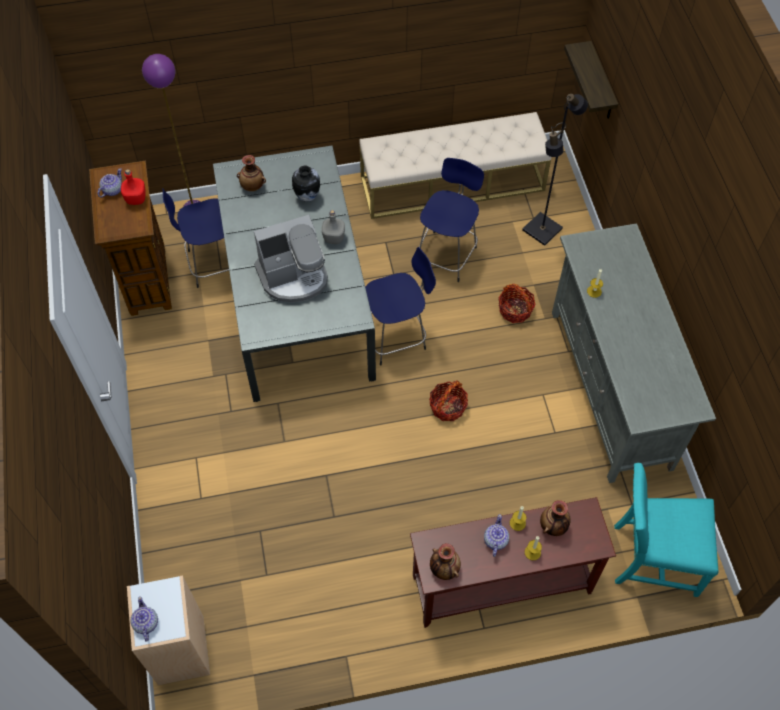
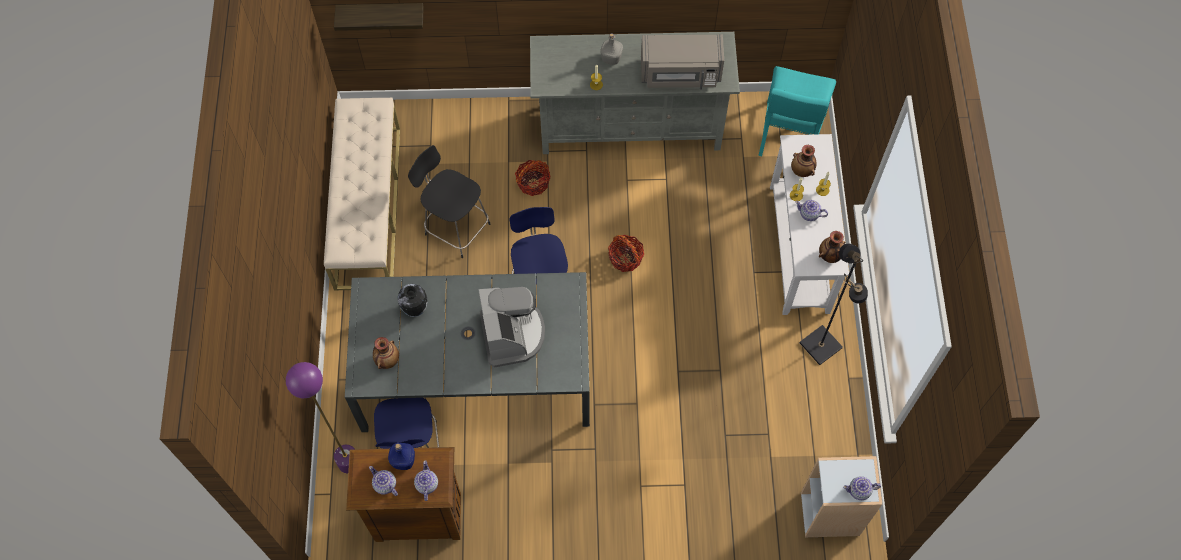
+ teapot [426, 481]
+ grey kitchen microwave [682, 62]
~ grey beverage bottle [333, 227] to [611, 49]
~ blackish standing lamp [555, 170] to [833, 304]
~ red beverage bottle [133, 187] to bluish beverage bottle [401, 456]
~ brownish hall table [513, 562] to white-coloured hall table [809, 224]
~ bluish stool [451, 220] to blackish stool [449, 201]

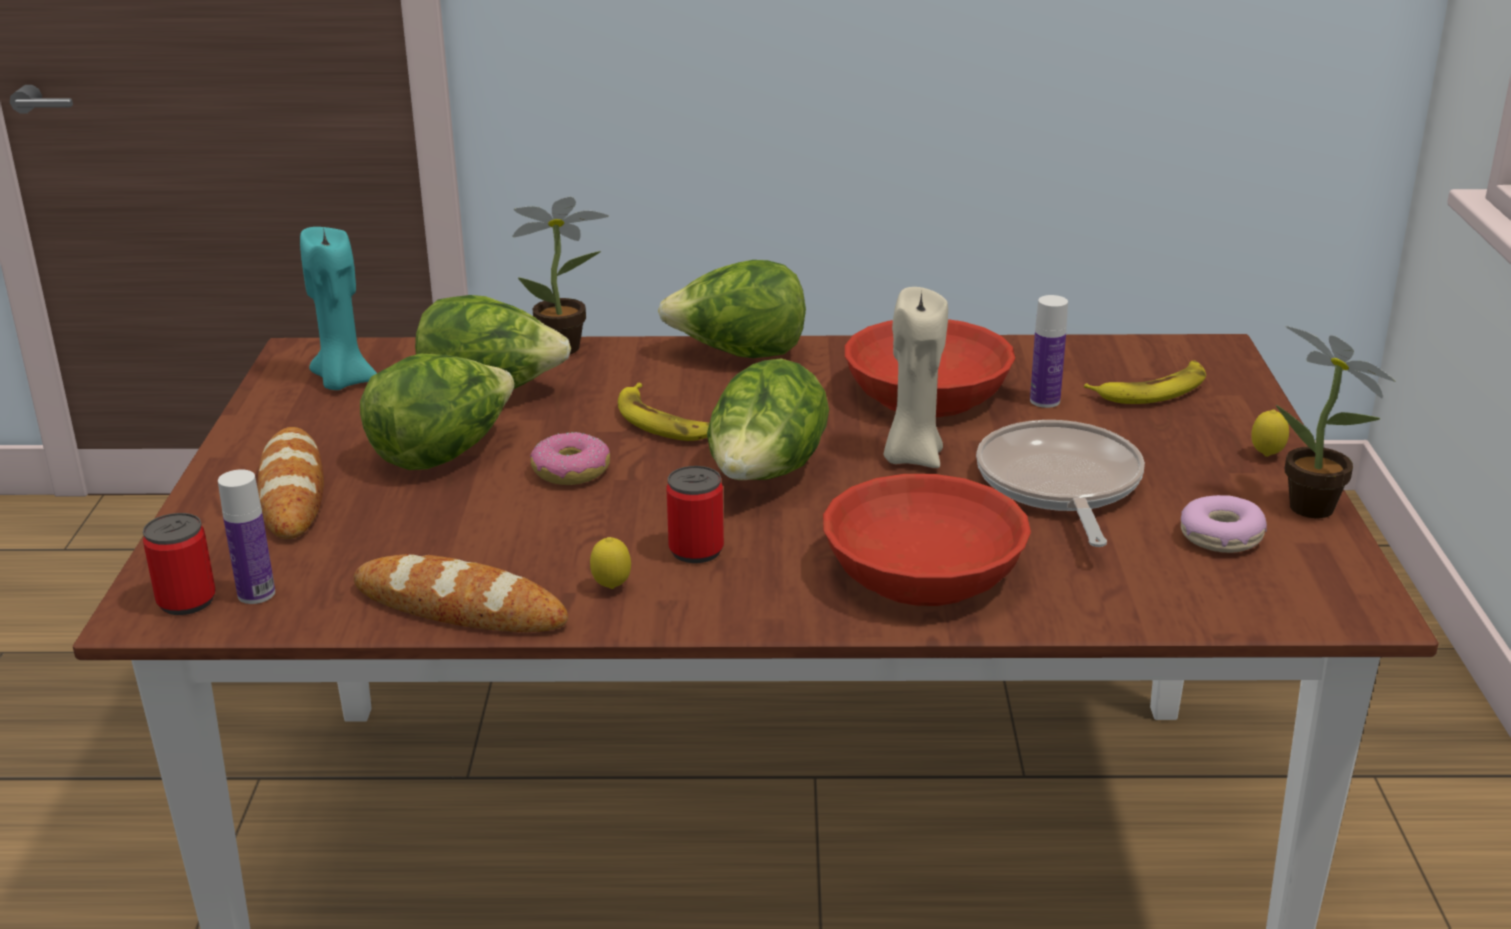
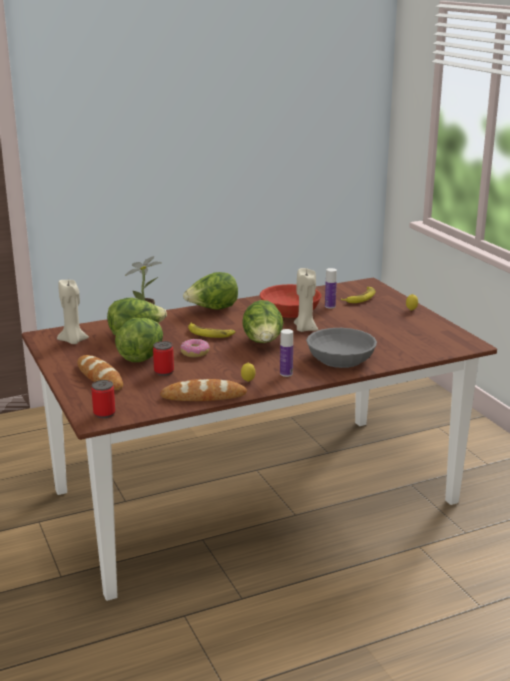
- skillet [1060, 483]
- ring doughnut [1224, 524]
- plant in a pot [1335, 422]
~ beverage bottle [246, 536] to [286, 353]
~ sealed can [695, 514] to [163, 358]
~ blue-green candle [338, 308] to sand-coloured candle [73, 312]
~ red serving bowl [927, 540] to grey serving bowl [341, 348]

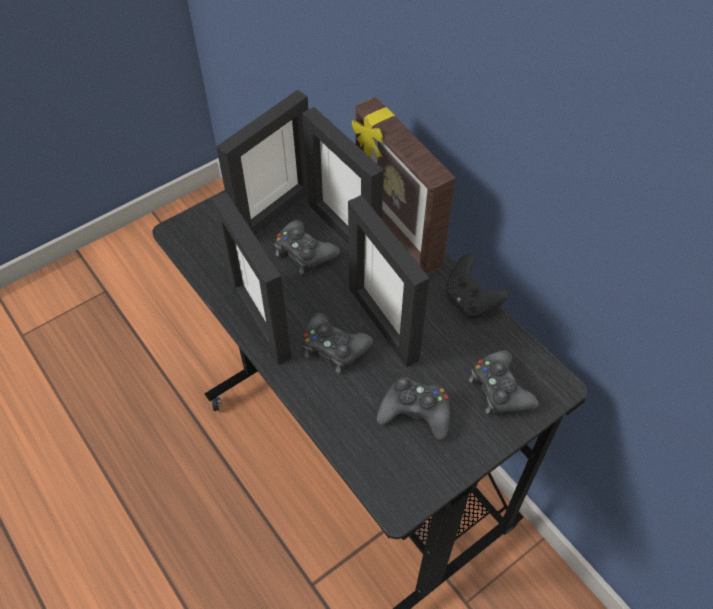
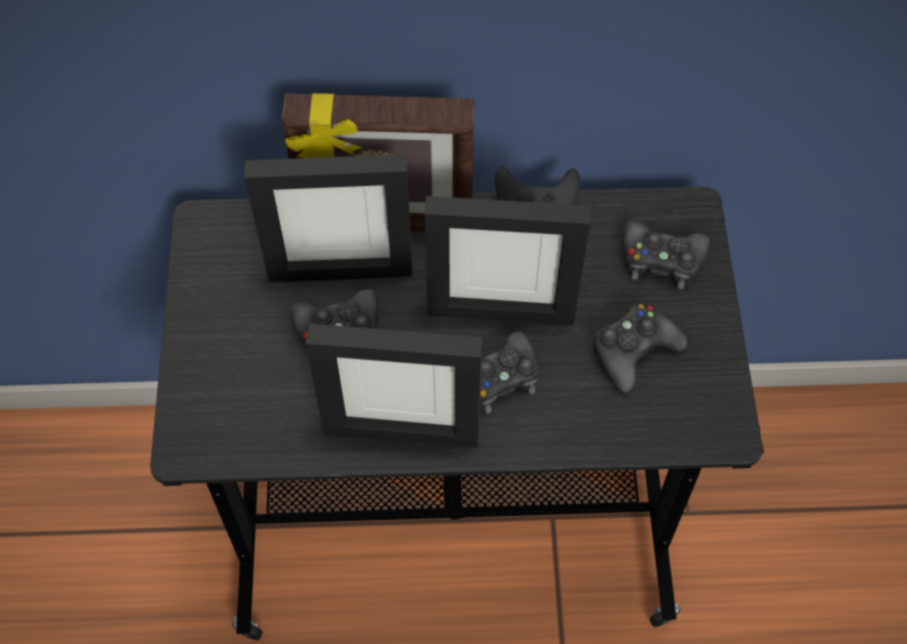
- picture frame [262, 162]

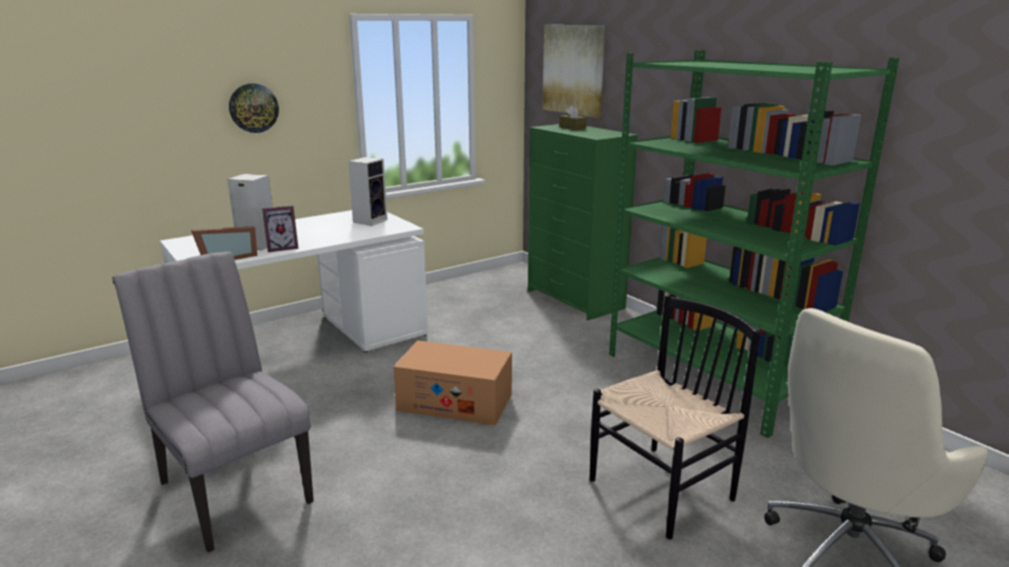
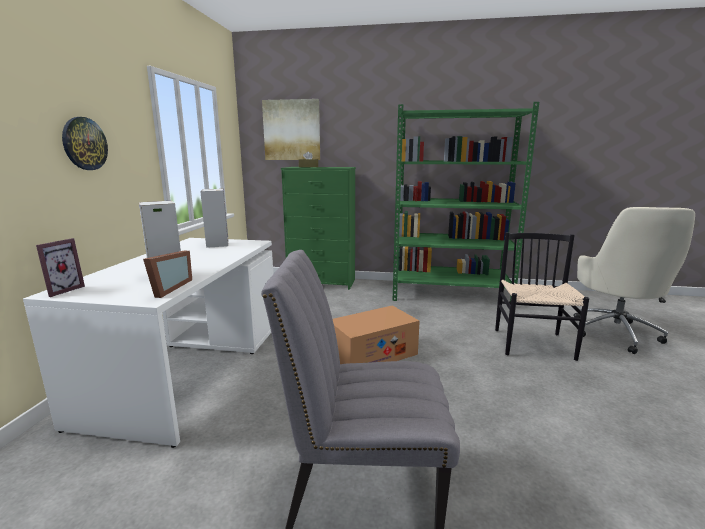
~ picture frame [280, 229] to [60, 267]

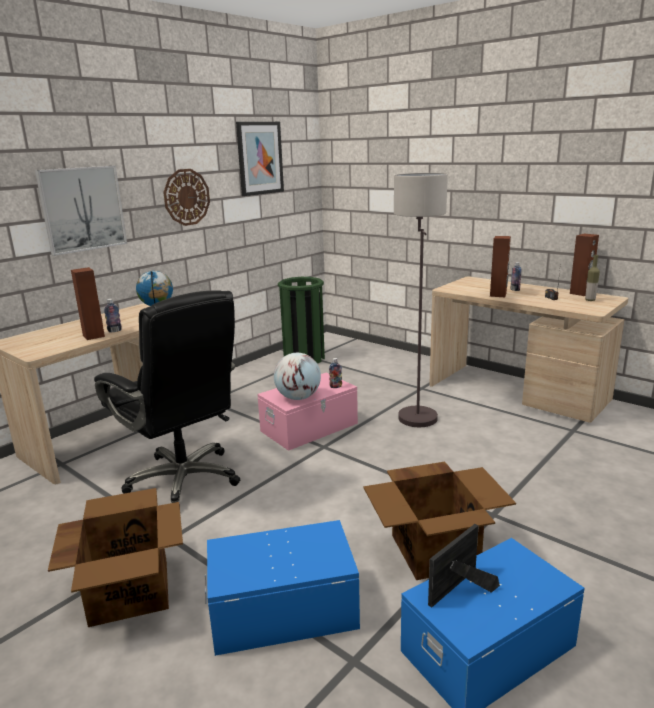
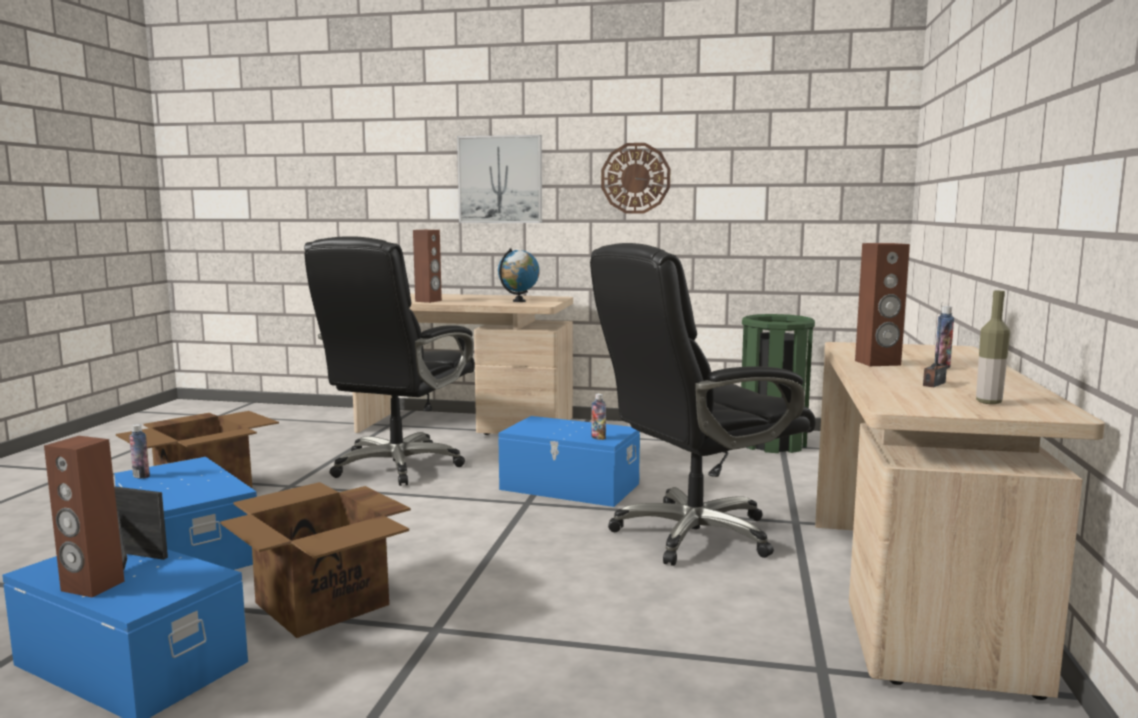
- wall picture [260, 159]
- world globe [297, 376]
~ beverage bottle [113, 315] to [139, 451]
~ brownish audio speaker [584, 265] to [84, 517]
~ grey standing lamp [421, 300] to blackish computer chair [703, 404]
~ pink-coloured storage bin [307, 411] to bluish storage bin [569, 461]

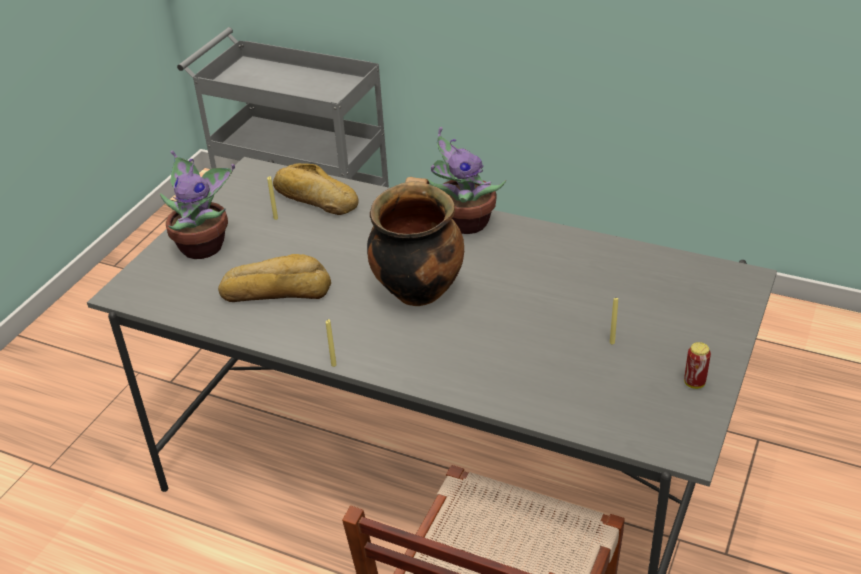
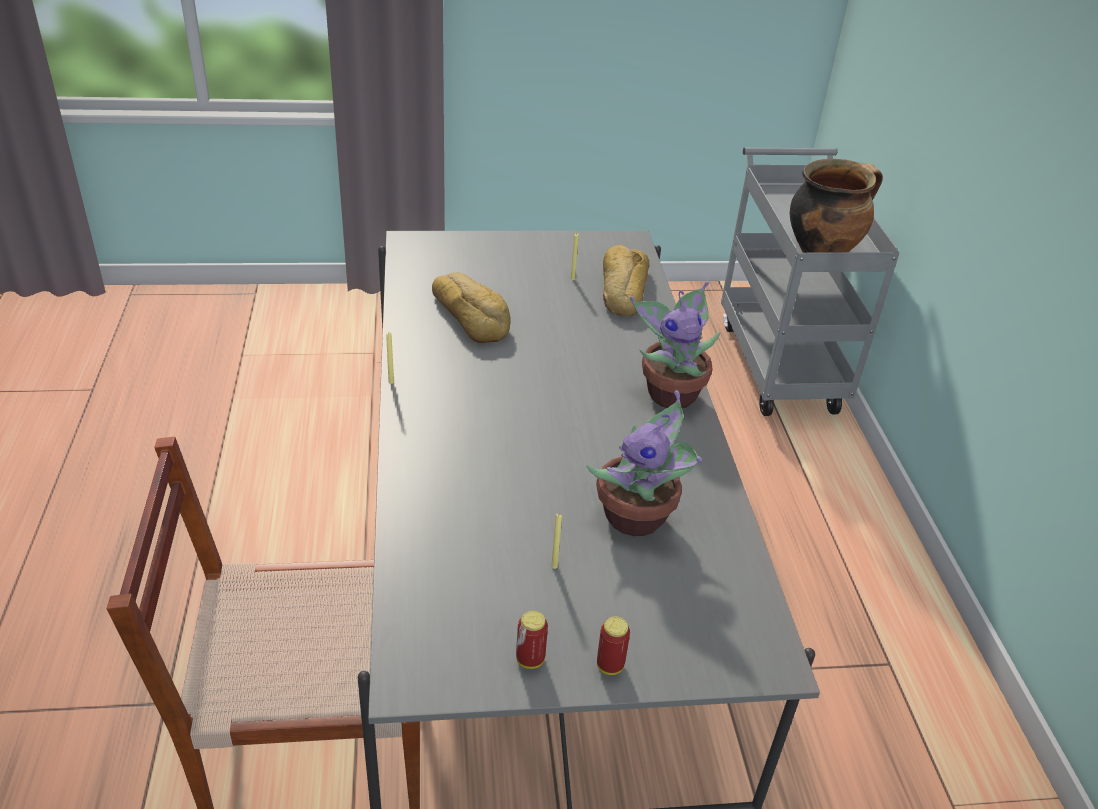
+ sealed can [613, 645]
~ plant in a pot [197, 205] to [644, 463]
~ saucepot [415, 241] to [836, 206]

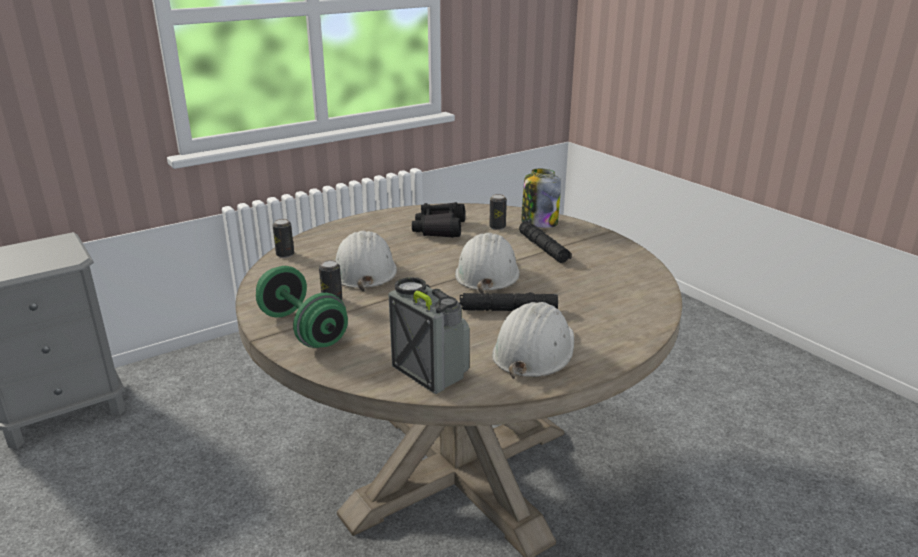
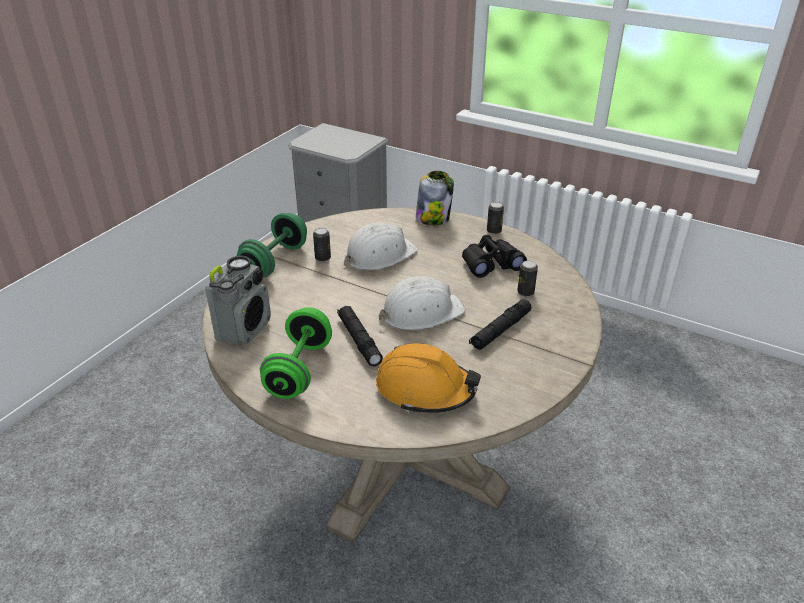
+ orange-coloured work helmet [428, 378]
~ sealed can [283, 238] to [495, 218]
~ storage jar [541, 198] to [435, 198]
~ white-coloured work helmet [533, 340] to greenish hand weight [296, 353]

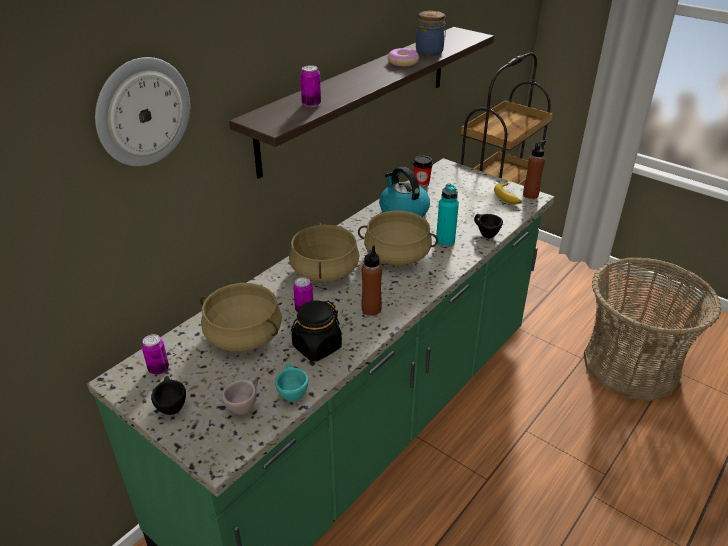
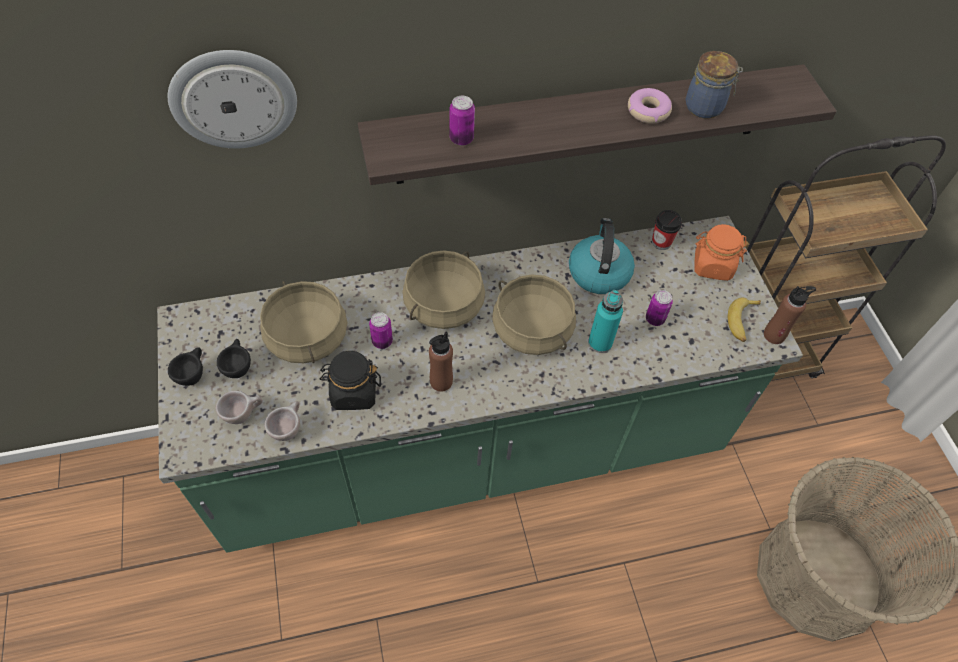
+ orange-coloured storage jar [721, 252]
~ sealed can [155, 354] to [659, 308]
~ blackish small cup [488, 226] to [234, 358]
~ blue-green small cup [291, 382] to sand-coloured small cup [282, 421]

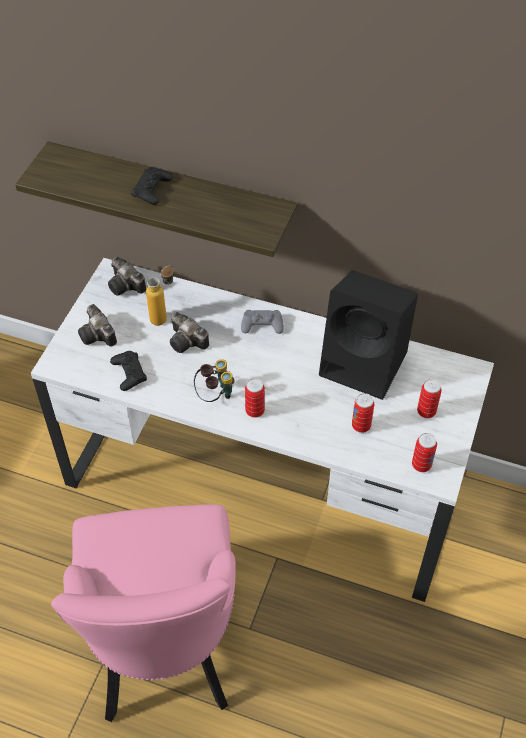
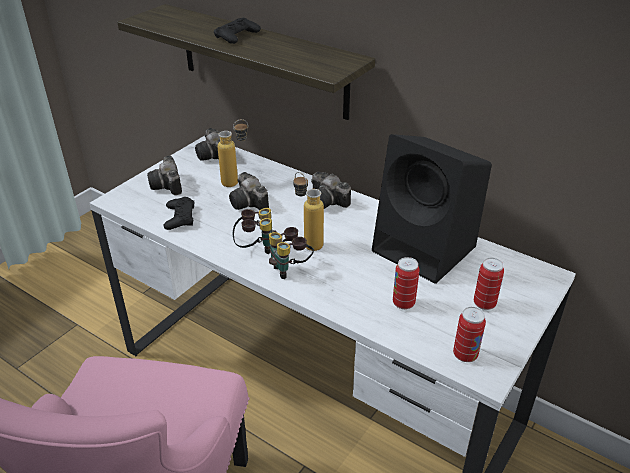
+ beverage bottle [308, 211]
~ grey joypad [262, 322] to still camera [331, 190]
~ sealed can [255, 398] to pair of binoculars [291, 253]

